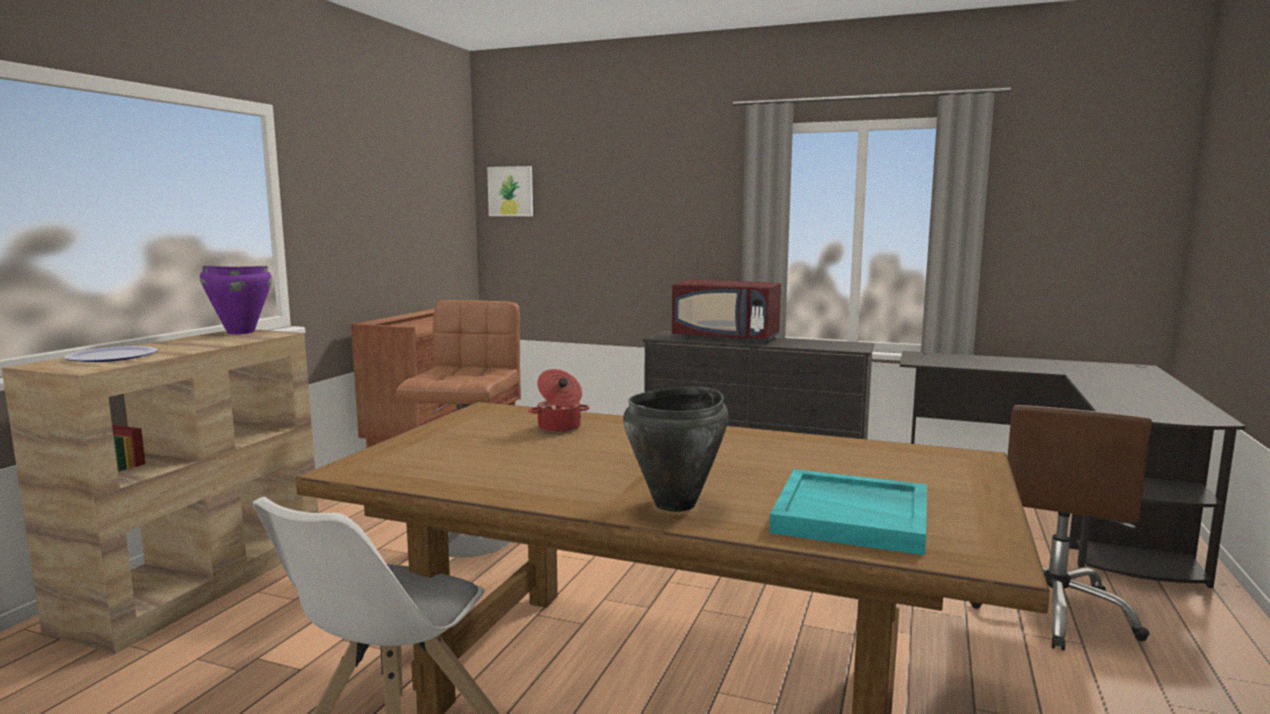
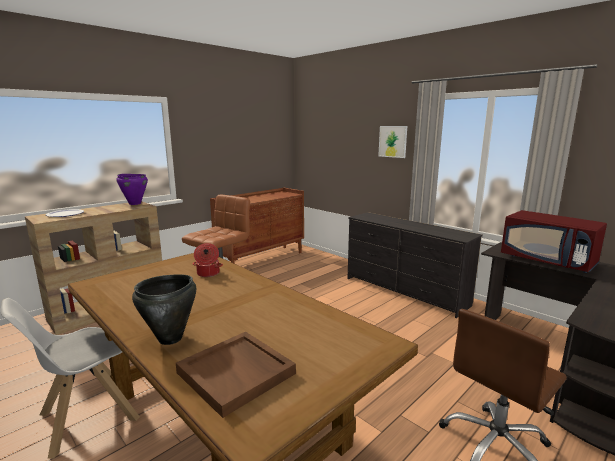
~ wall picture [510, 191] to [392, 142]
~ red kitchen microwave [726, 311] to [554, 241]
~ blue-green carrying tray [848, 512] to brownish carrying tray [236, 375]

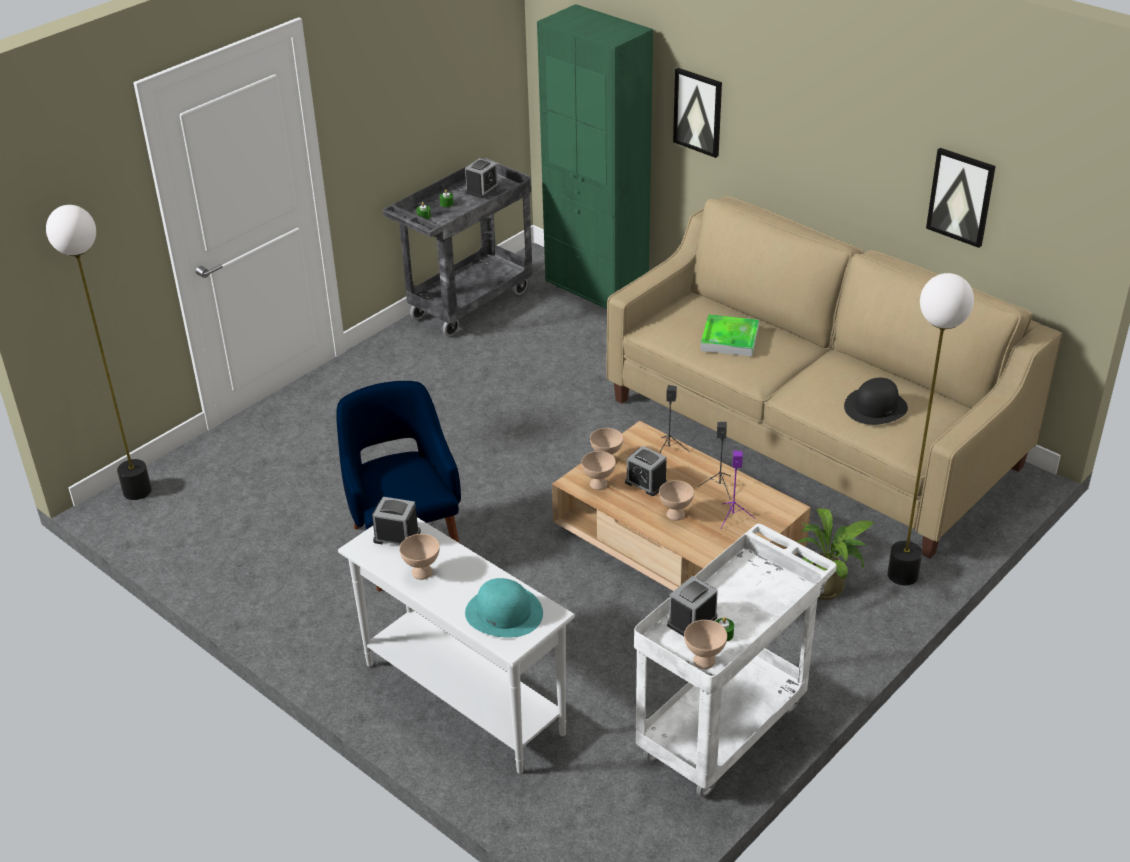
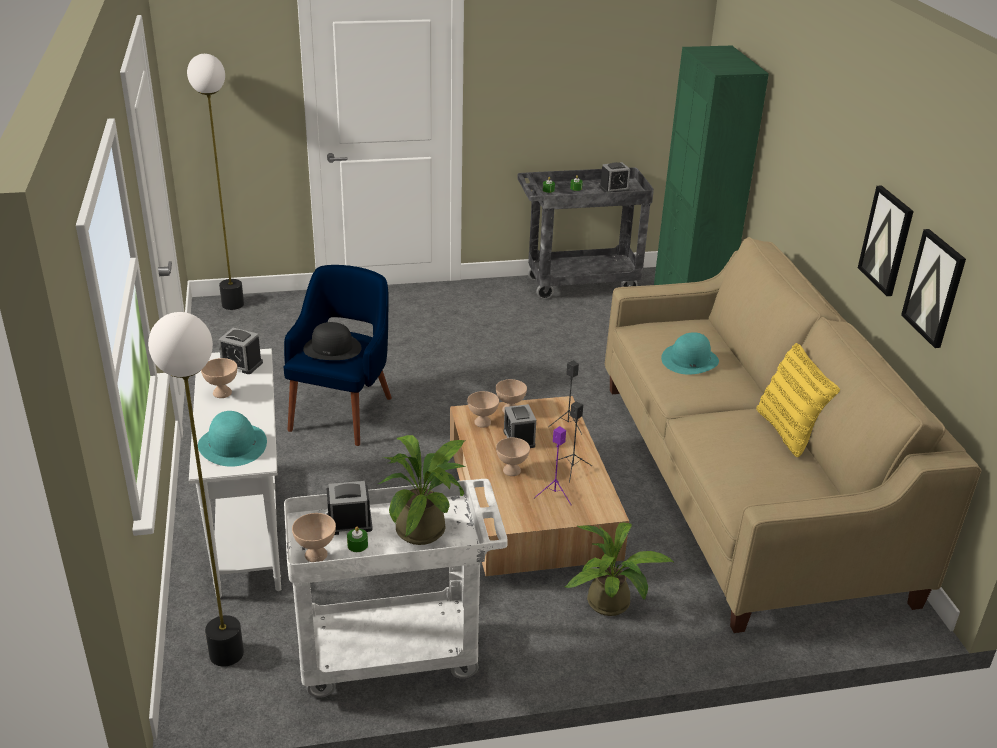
+ plant in a pot [421, 490]
+ yellowish throw pillow [798, 400]
~ wall picture [697, 113] to [886, 240]
~ blackish wearable hat [876, 401] to [332, 341]
~ standing lamp [930, 429] to [196, 489]
~ carrying tray [729, 335] to blue-green wearable hat [690, 353]
~ bedside clock [396, 521] = [240, 351] 150 degrees clockwise

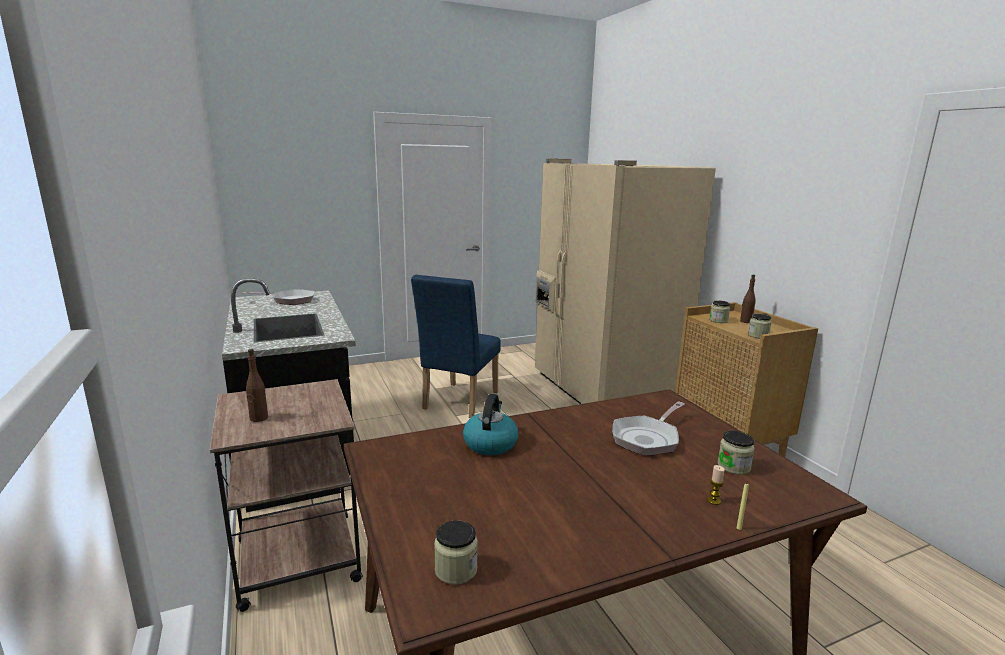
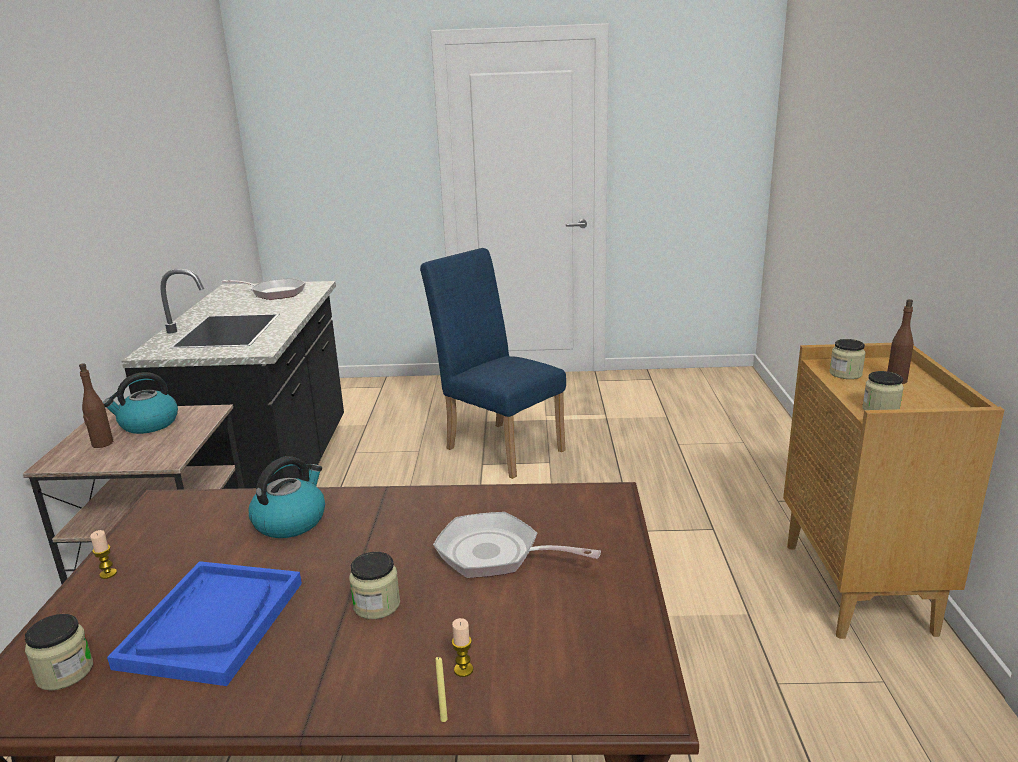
- sand-coloured fridge [625, 281]
+ candle [103, 554]
+ water kettle [140, 403]
+ bluish carrying tray [204, 623]
~ storage jar [736, 453] to [374, 585]
~ bluish upright chair [456, 346] = [493, 363] 90 degrees clockwise
~ skillet [648, 429] = [517, 545] 45 degrees clockwise

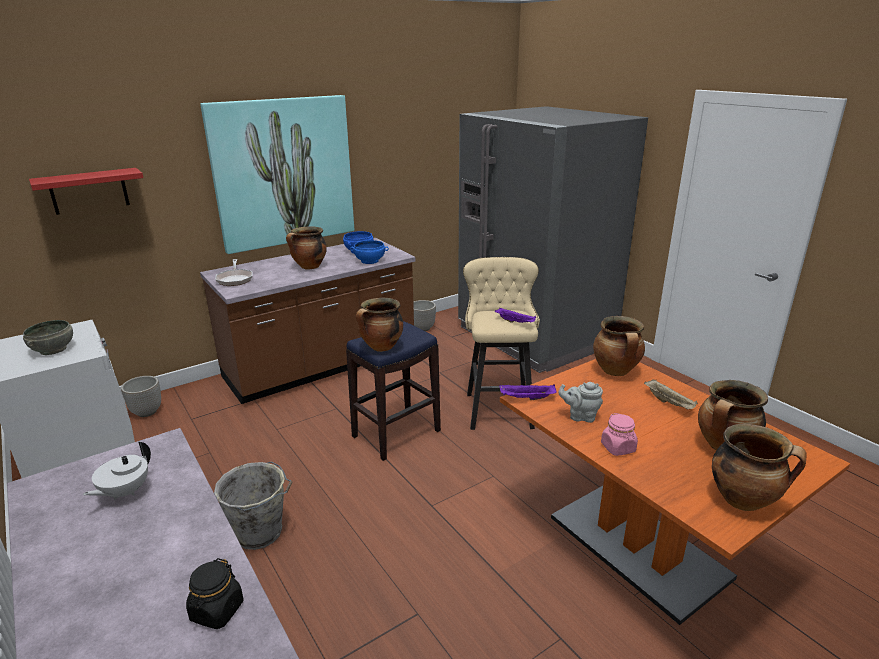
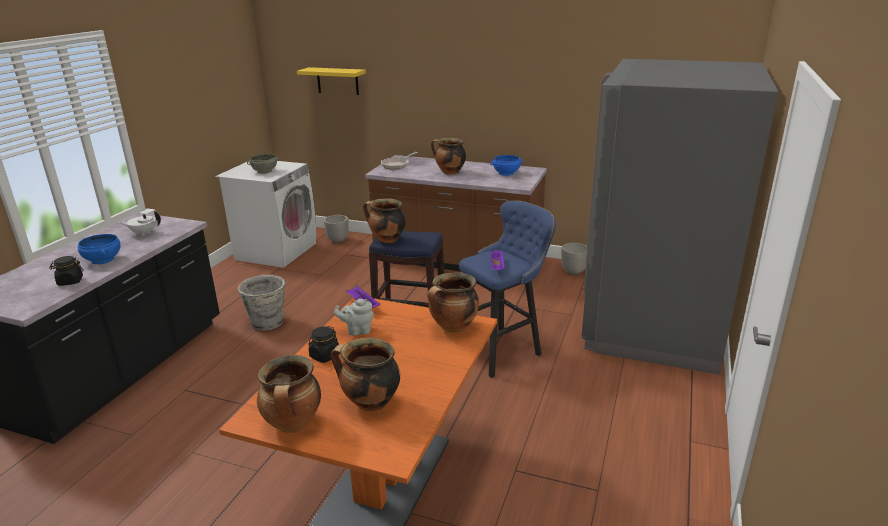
- wall picture [277, 174]
- sand-coloured carrying tray [671, 394]
~ bluish serving bowl [369, 252] to [99, 249]
~ red bracket shelf [86, 191] to yellowish bracket shelf [331, 81]
~ sand-coloured stool [501, 343] to bluish stool [507, 289]
~ pink-coloured storage jar [619, 434] to blackish storage jar [324, 344]
~ grey teapot [580, 402] = [354, 317] 75 degrees counterclockwise

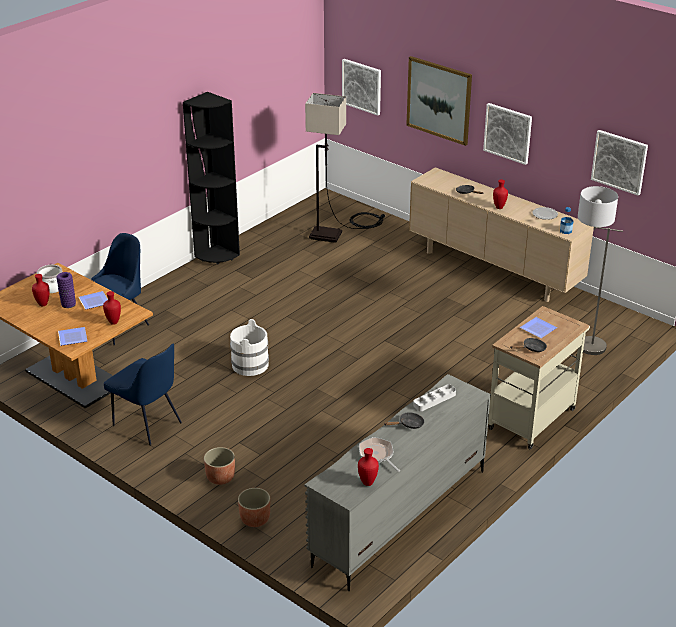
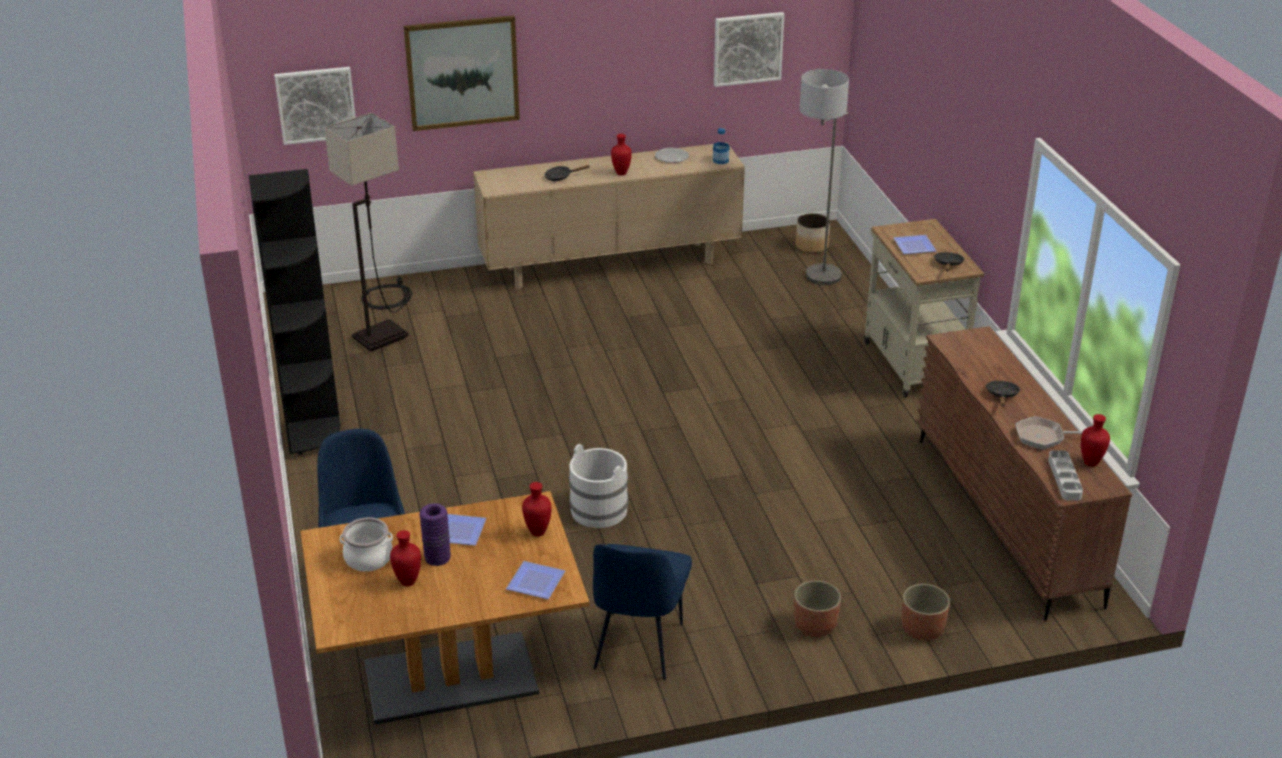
- wall picture [507, 134]
+ planter [813, 233]
~ grey carrying tray [434, 397] to [1065, 475]
~ grey chest of drawers [398, 482] to brownish chest of drawers [1024, 473]
~ bluish upright chair [143, 394] = [642, 612] 120 degrees clockwise

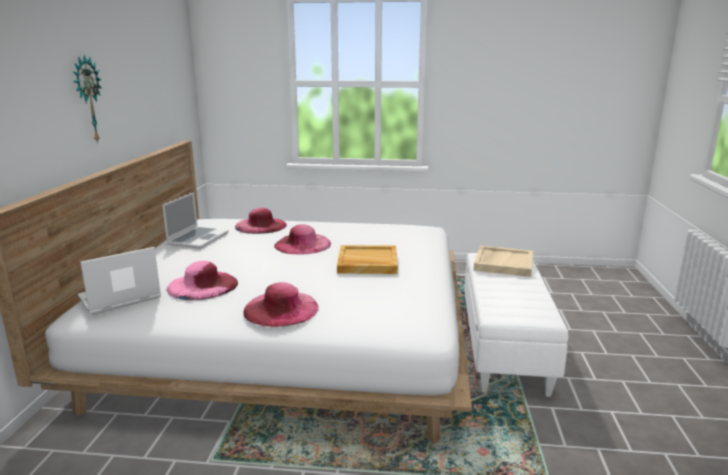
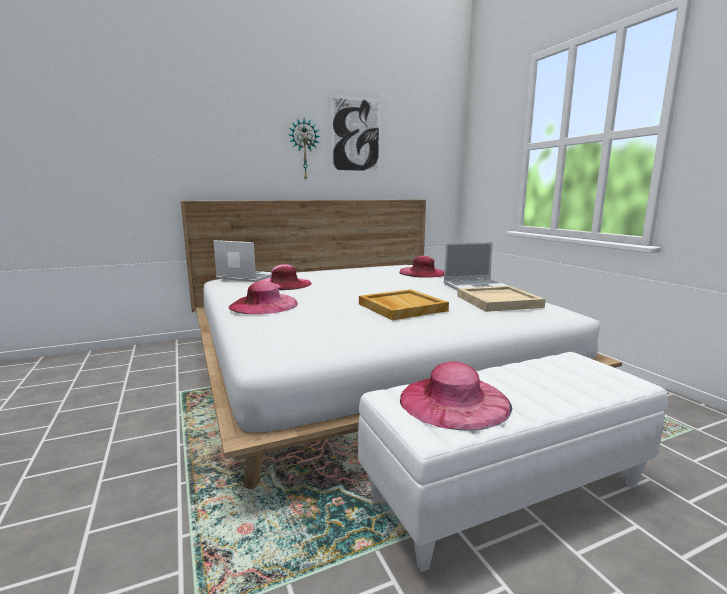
+ wall picture [355, 134]
~ notebook computer [195, 220] to [476, 266]
~ pink-coloured wearable hat [302, 239] to [456, 396]
~ sand-coloured carrying tray [503, 261] to [501, 299]

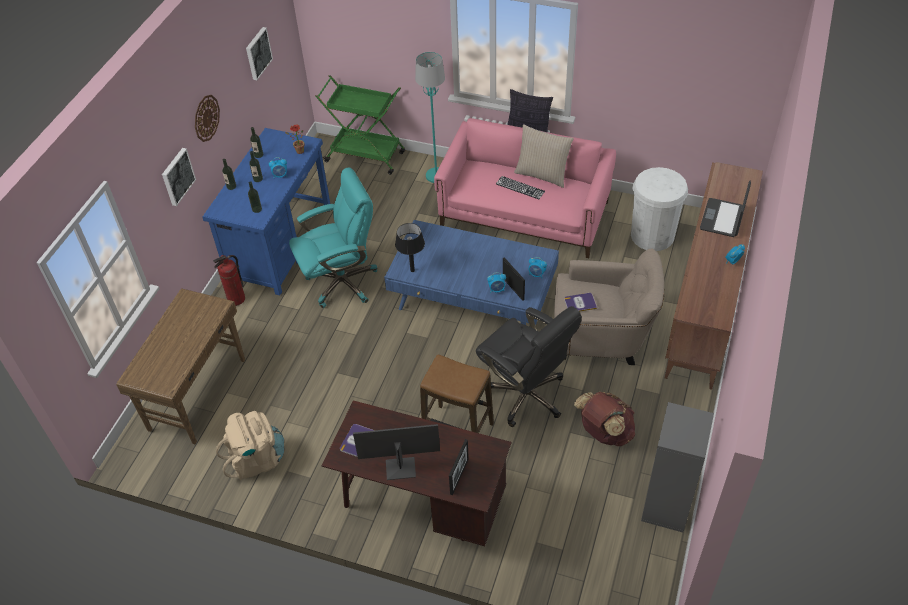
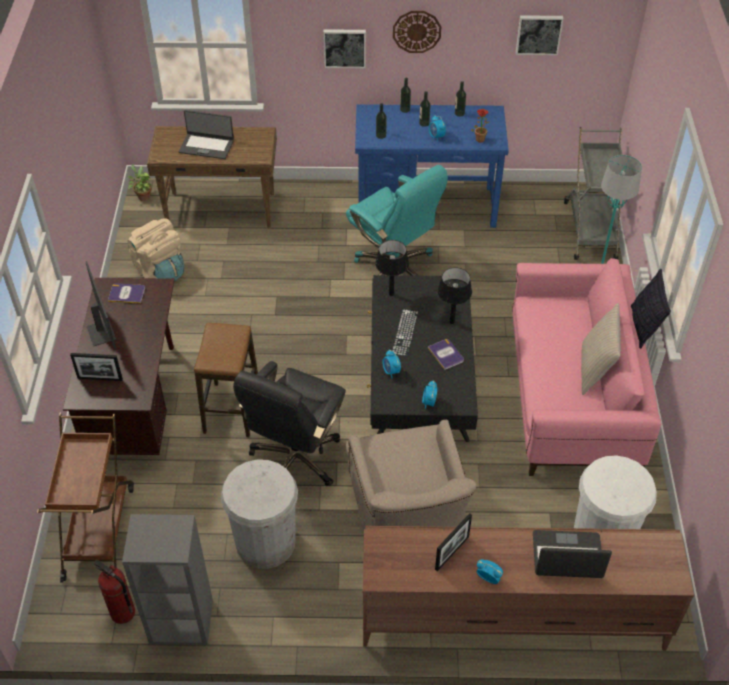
+ brownish wheeled cart [85, 497]
+ plant in a pot [140, 183]
+ notebook computer [206, 134]
+ blackish table lamp [454, 295]
~ extinguisher [229, 280] to [114, 592]
~ computer keyboard [520, 187] to [405, 333]
~ picture frame [514, 279] to [453, 542]
~ book [580, 302] to [446, 354]
~ brownish rucksack [604, 419] to white-coloured trash can [259, 514]
~ greenish wheeled cart [360, 125] to grey wheeled cart [593, 193]
~ bluish lounge table [471, 272] to blackish lounge table [422, 358]

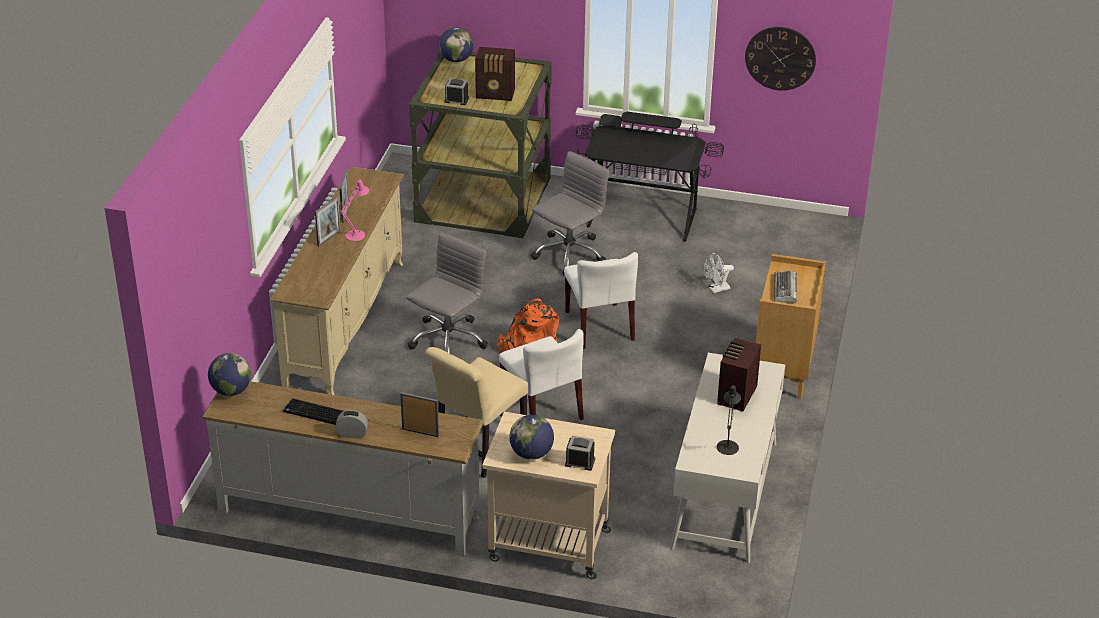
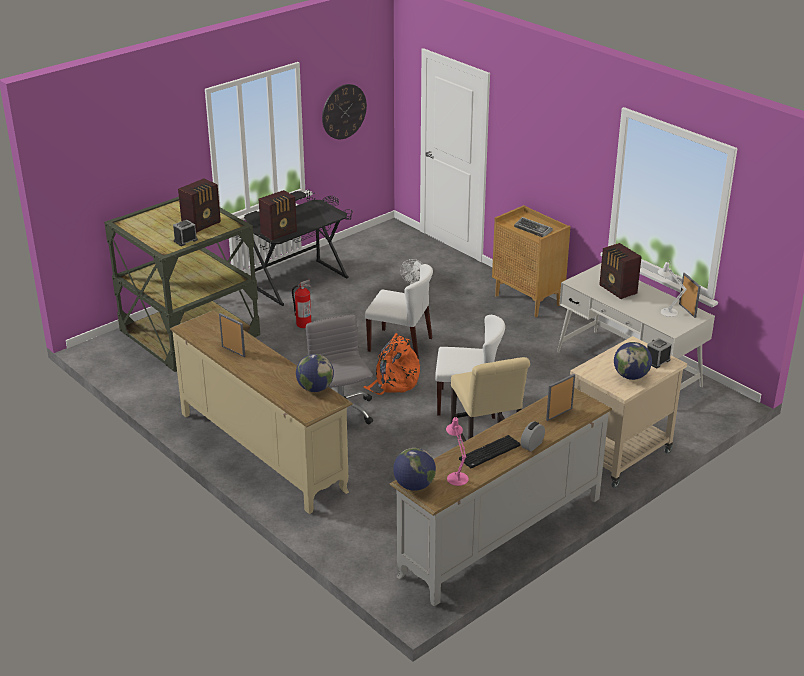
+ radio set [277, 215]
~ picture frame [328, 221] to [690, 295]
~ pink-coloured table lamp [355, 210] to [457, 451]
~ world globe [456, 44] to [315, 373]
~ grey computer chair [570, 213] to extinguisher [301, 303]
~ blackish table lamp [729, 420] to white-coloured table lamp [672, 289]

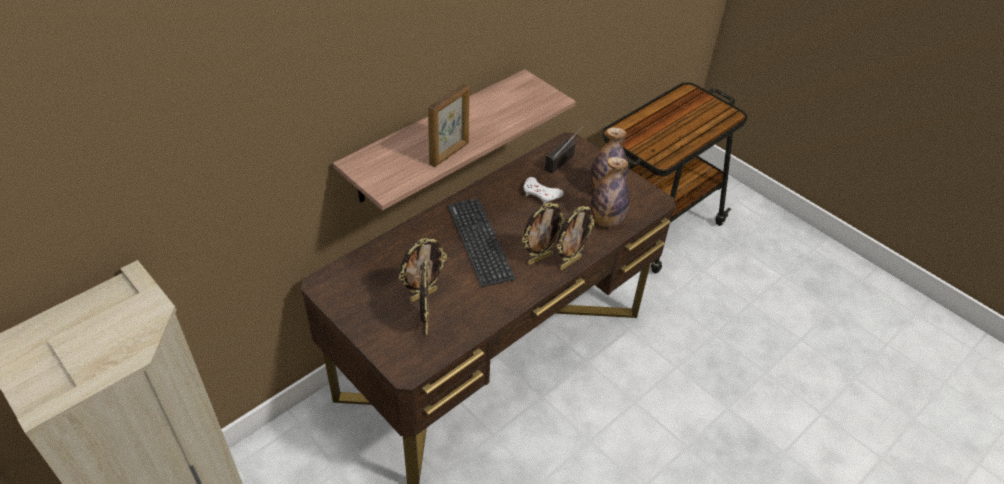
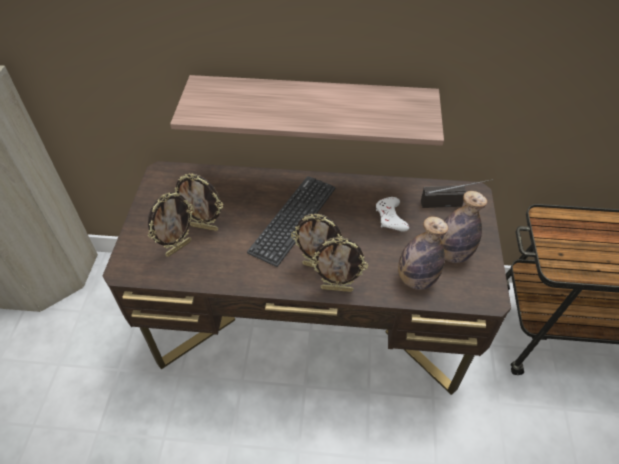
- picture frame [448, 125]

